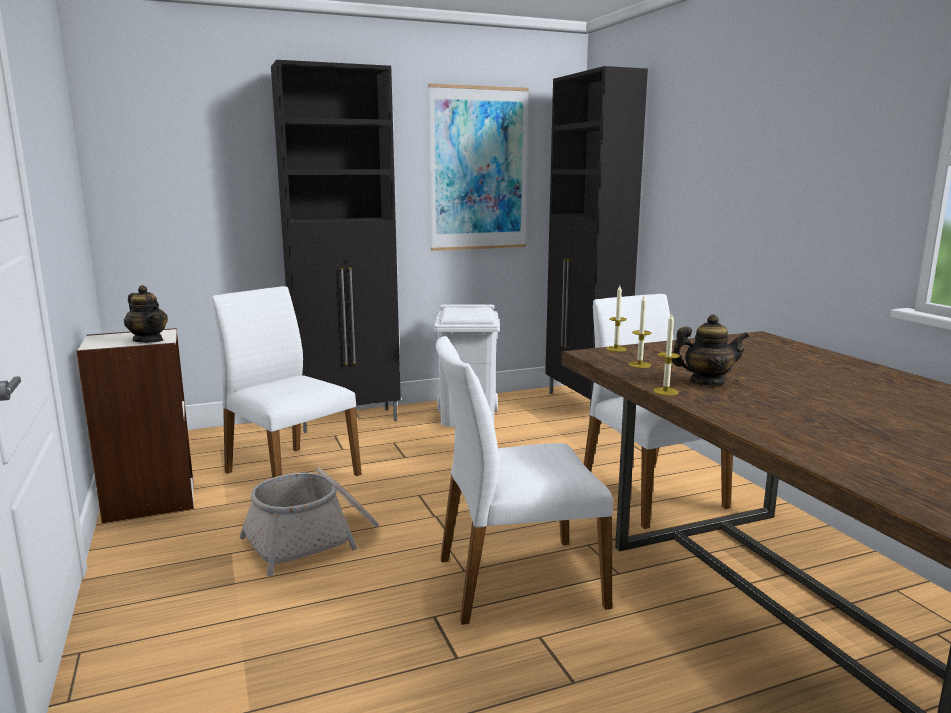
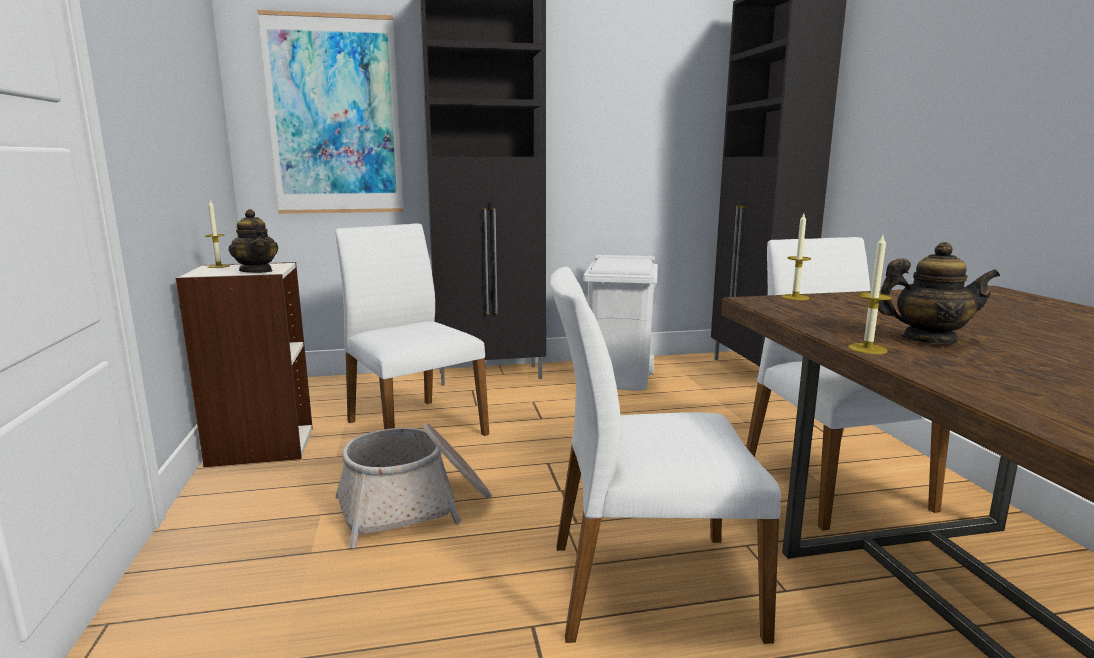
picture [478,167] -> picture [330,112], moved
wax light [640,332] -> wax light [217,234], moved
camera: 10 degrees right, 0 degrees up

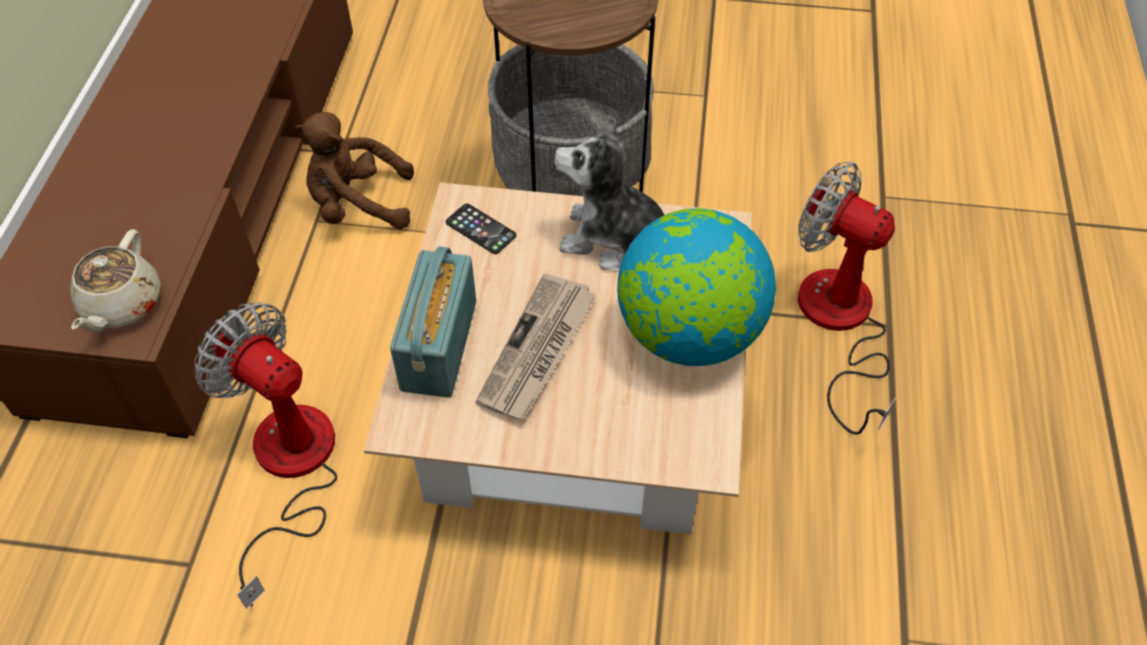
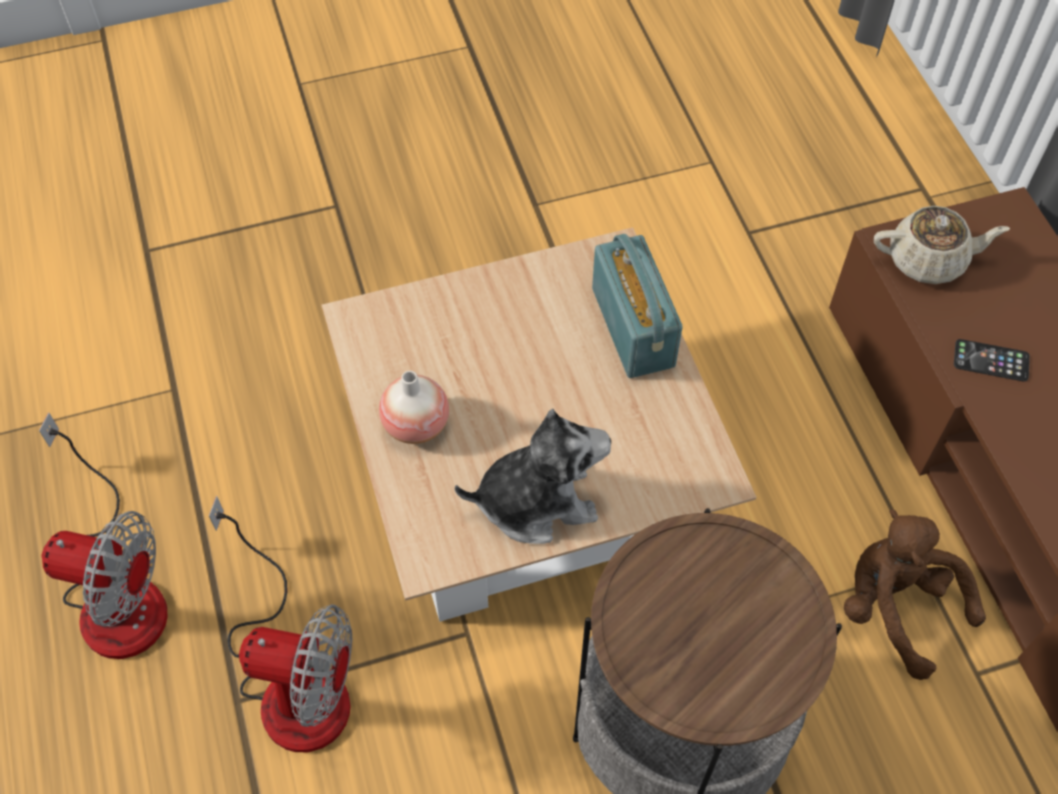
brown-coloured plush toy [354,170] -> brown-coloured plush toy [915,594], 105 degrees counterclockwise
telephone [481,229] -> telephone [992,360], moved
world globe [696,287] -> flower vase [414,407]
sand-coloured tea pot [115,280] -> sand-coloured tea pot [942,245], 105 degrees clockwise
printed paper [536,346] -> none
fan [265,456] -> fan [103,535], moved
camera: 155 degrees right, 5 degrees up

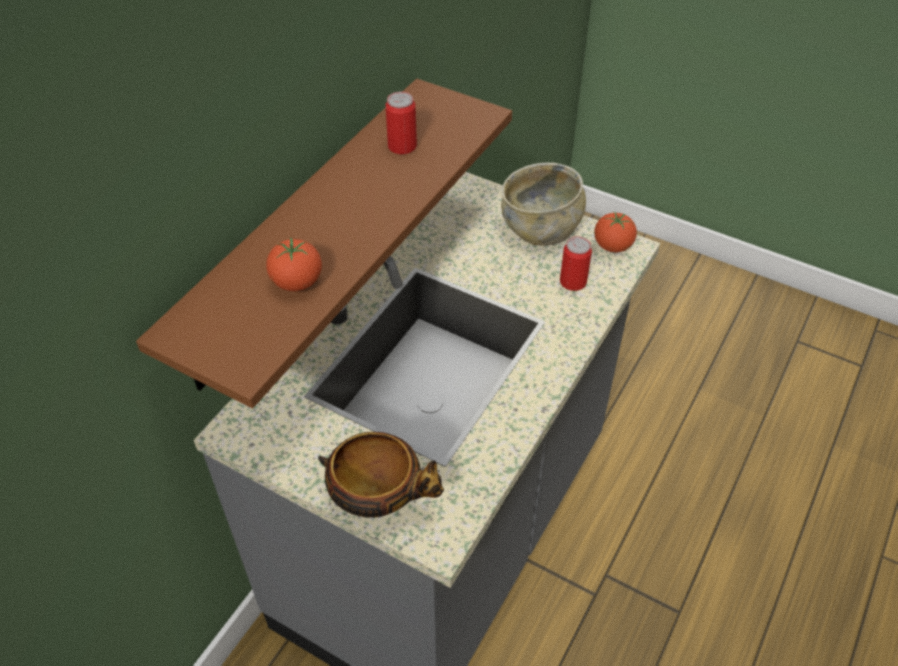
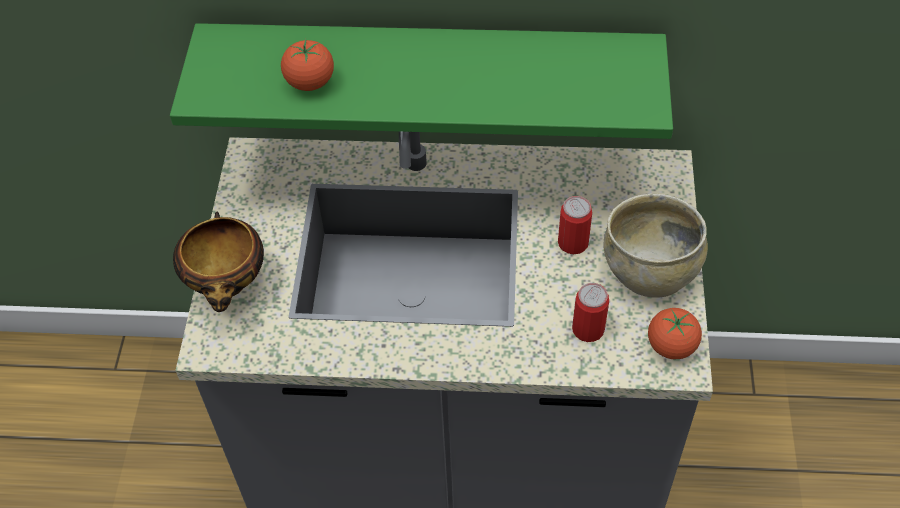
brown-coloured shelf [324,243] -> green-coloured shelf [421,81]
sealed can [401,123] -> sealed can [575,225], moved
camera: 65 degrees right, 5 degrees up

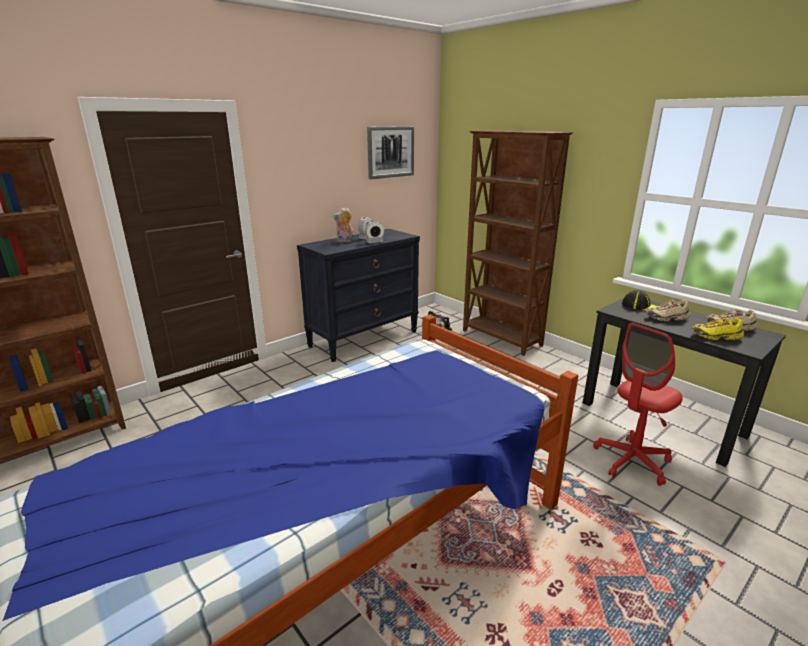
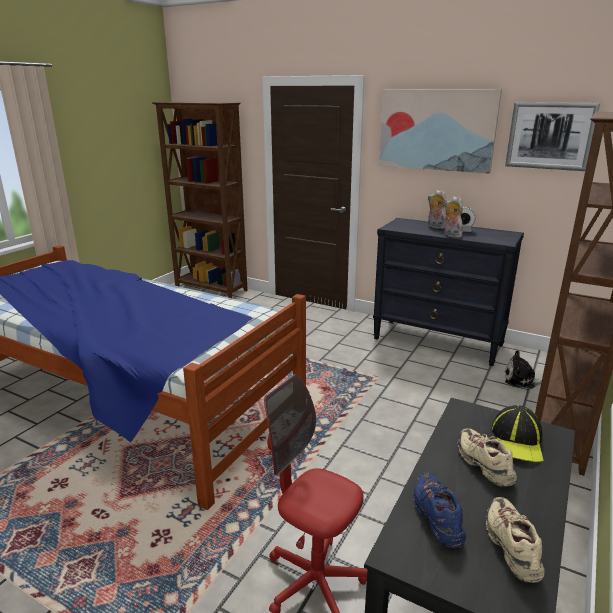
table clock [374,232] -> plush toy [453,217]
yellow item of footwear [718,329] -> blue-coloured item of footwear [439,510]
none -> picture [440,131]
camera: 70 degrees right, 0 degrees up

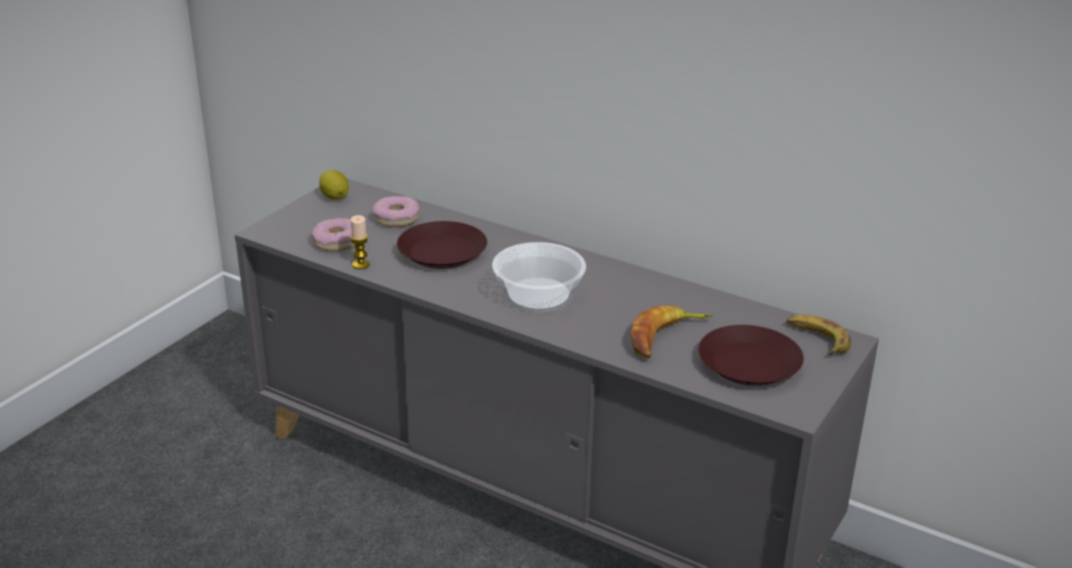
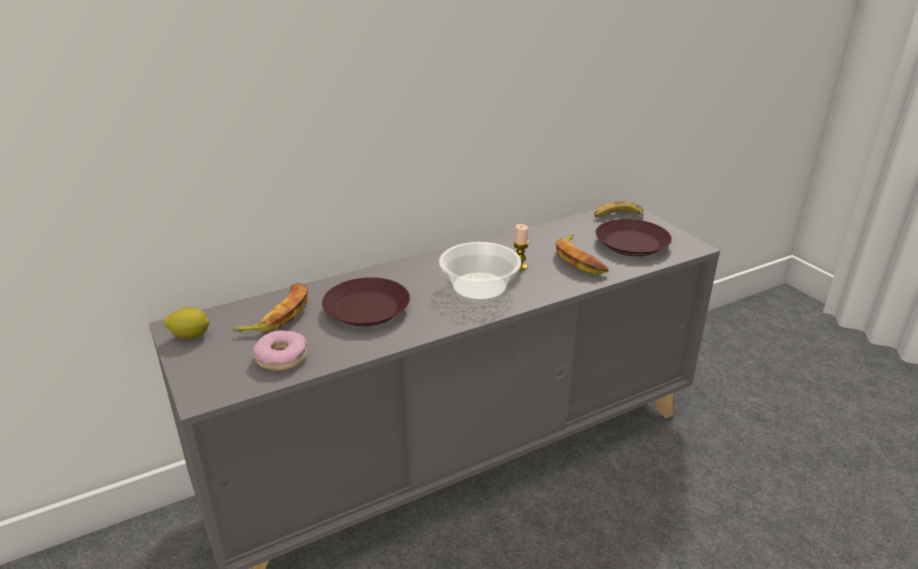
ring doughnut [396,211] -> banana [270,307]
wax light [360,242] -> wax light [521,247], moved
camera: 60 degrees left, 0 degrees up

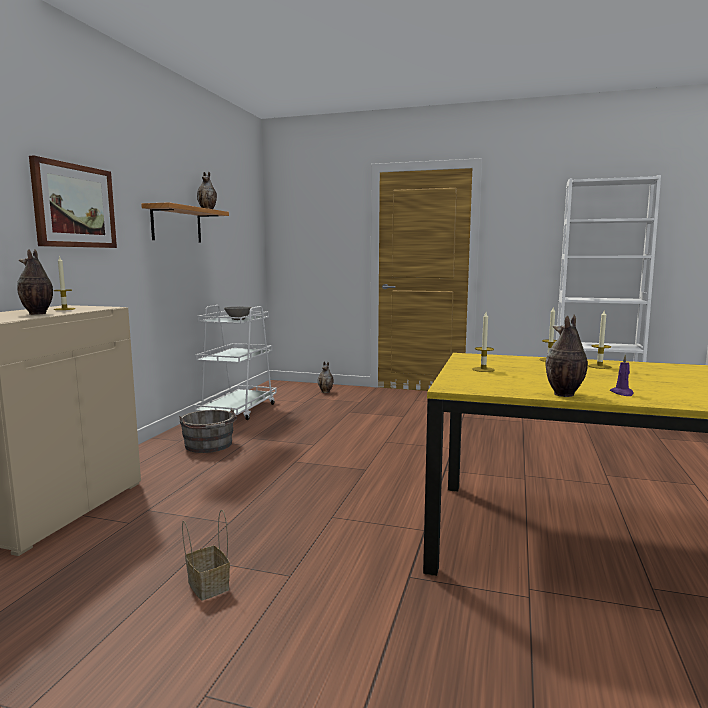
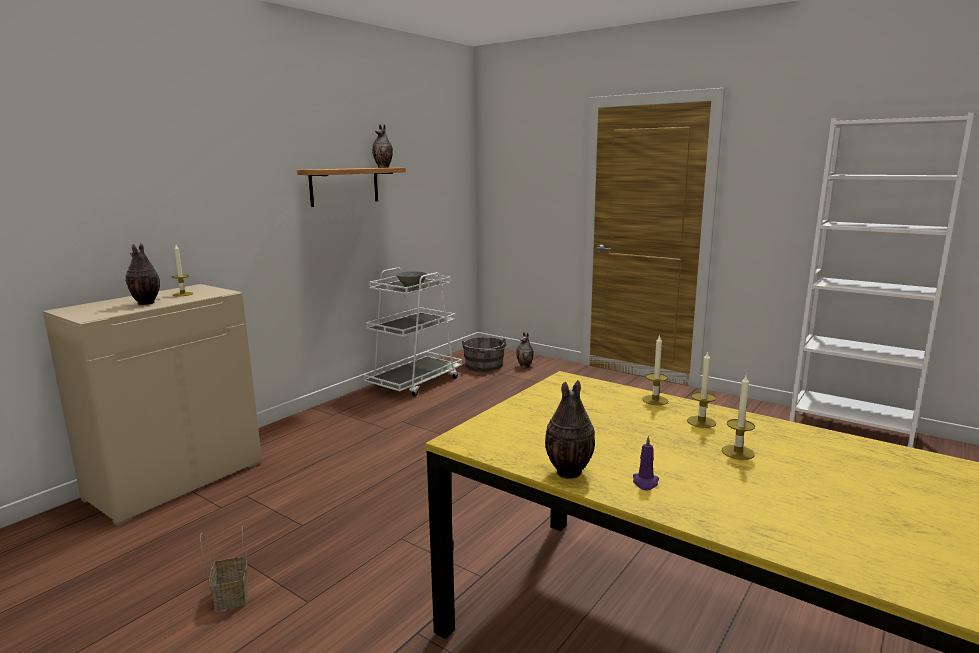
picture [73,201] -> none
wax light [483,342] -> wax light [738,417], moved
grey pail [208,430] -> grey pail [484,354], moved
camera: 20 degrees right, 5 degrees up

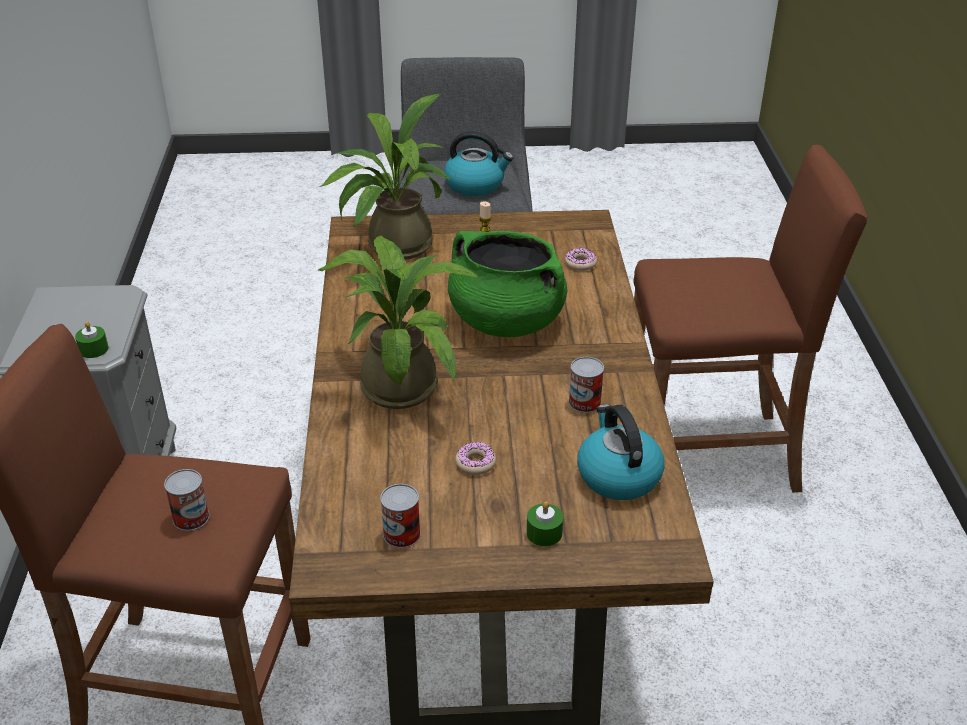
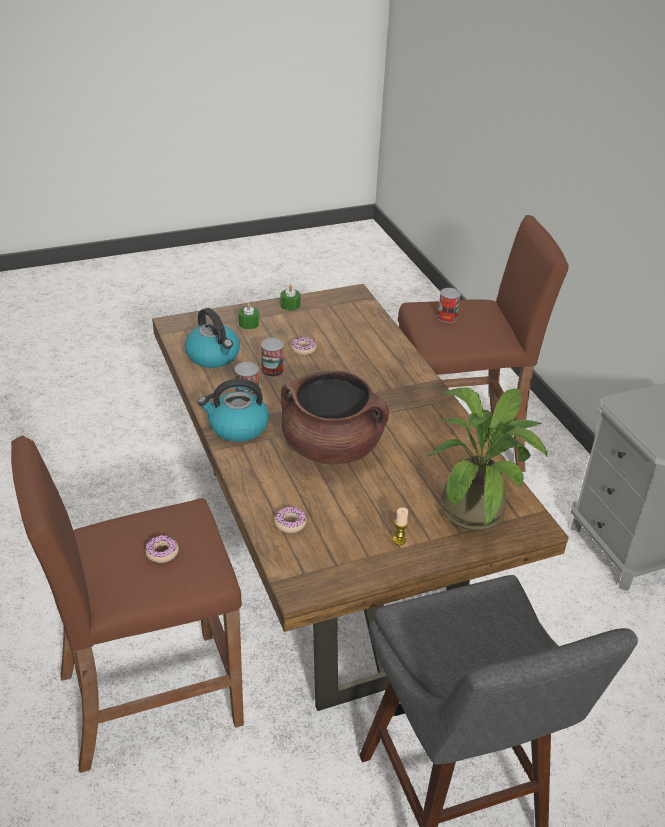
kettle [478,163] -> kettle [233,410], moved
green-coloured stockpot [507,284] -> brown-coloured stockpot [335,417]
plant in a pot [399,322] -> none
green-coloured wax light [92,339] -> green-coloured wax light [290,298], moved
sealed can [400,516] -> sealed can [272,357], moved
none -> ring doughnut [162,549]
camera: 160 degrees right, 0 degrees up

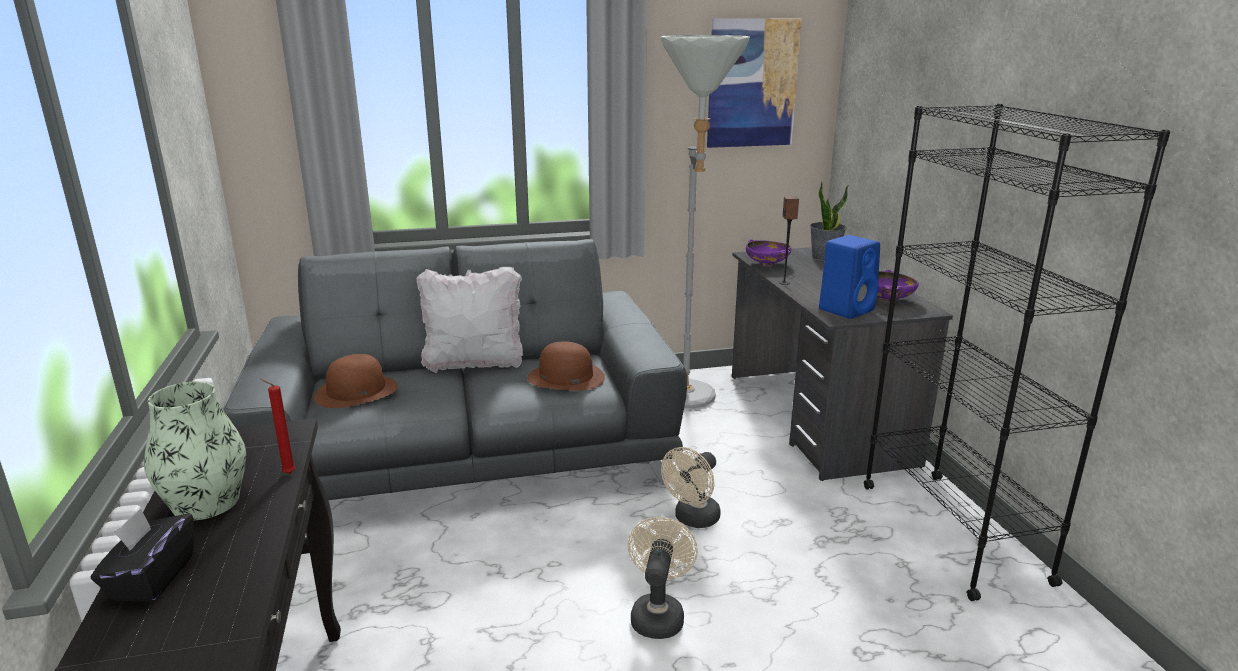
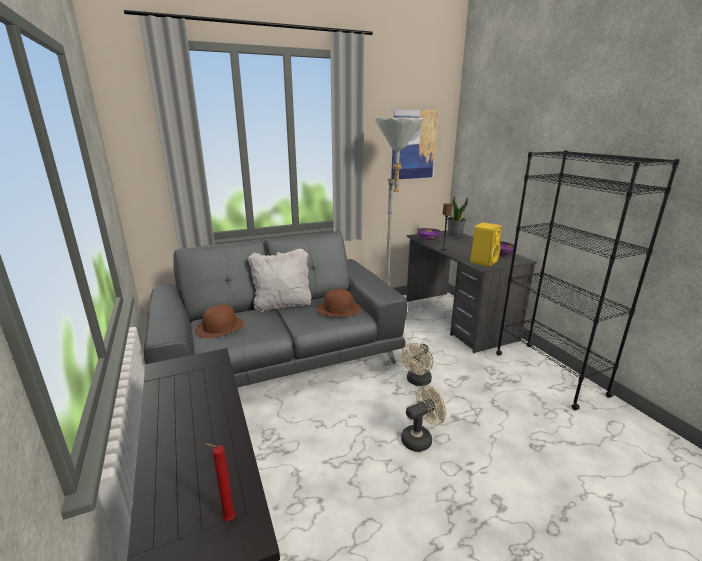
blue-coloured loudspeaker [849,277] -> yellow loudspeaker [486,244]
reddish wax light [278,426] -> reddish wax light [220,482], moved
flower vase [195,451] -> none
black tissue holder [142,555] -> none
sand-coloured fan [663,578] -> sand-coloured fan [423,418], 60 degrees clockwise
camera: 10 degrees left, 0 degrees up

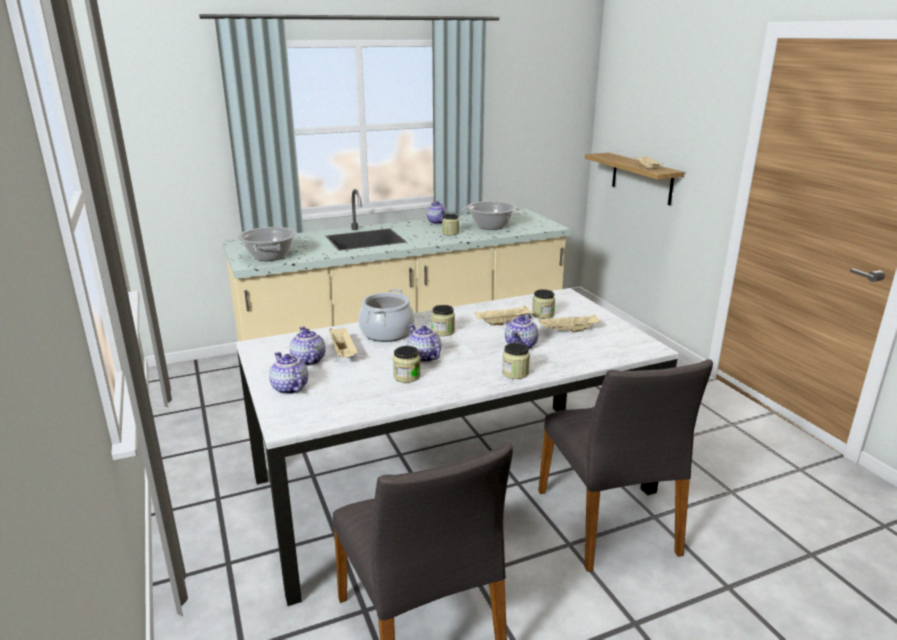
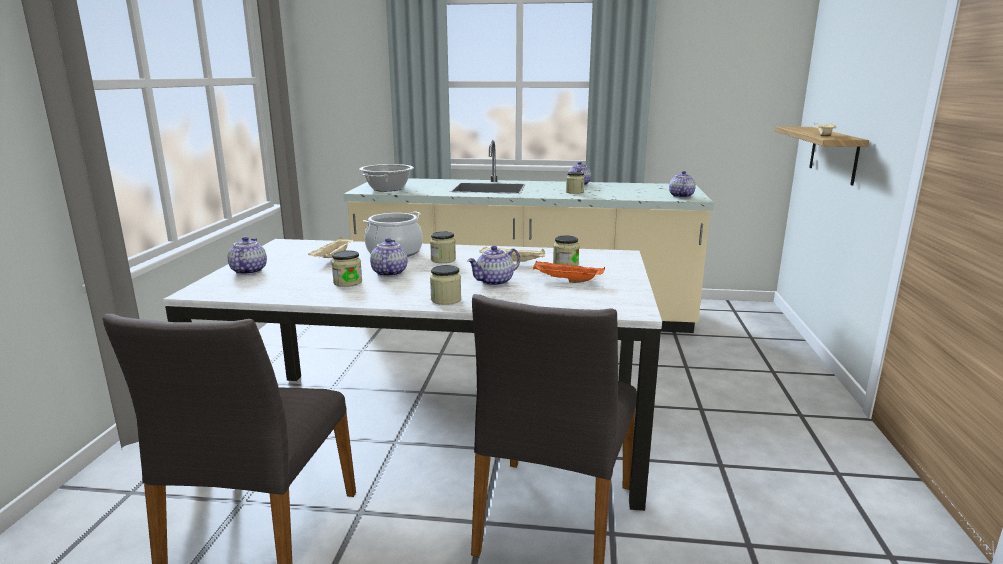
stockpot [491,215] -> none
sand-coloured serving tray [569,323] -> orange serving tray [569,272]
tea pot [308,346] -> tea pot [682,184], moved
camera: 30 degrees right, 5 degrees down

